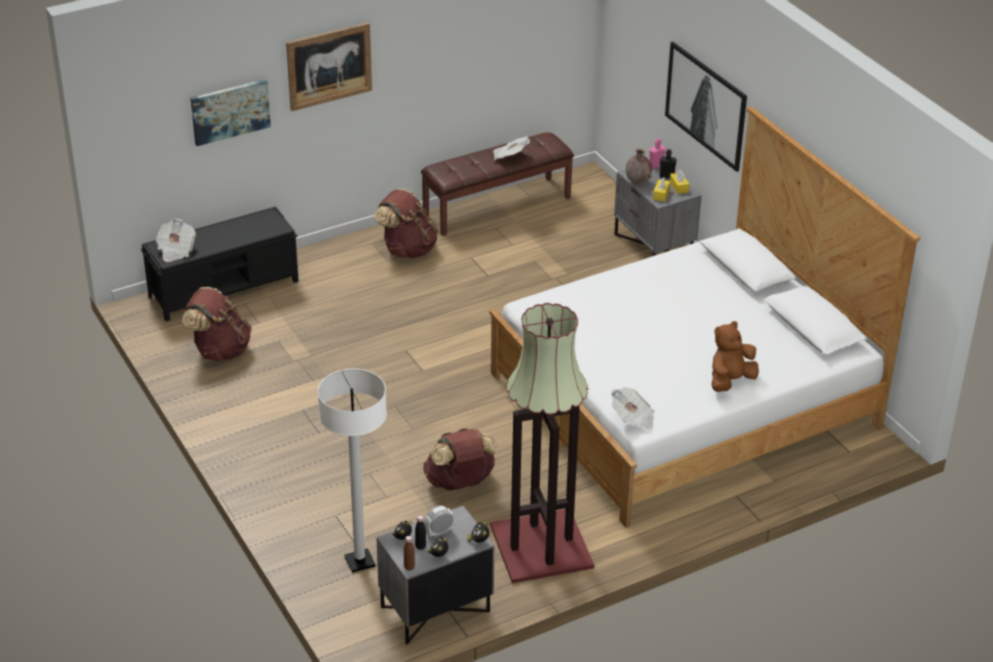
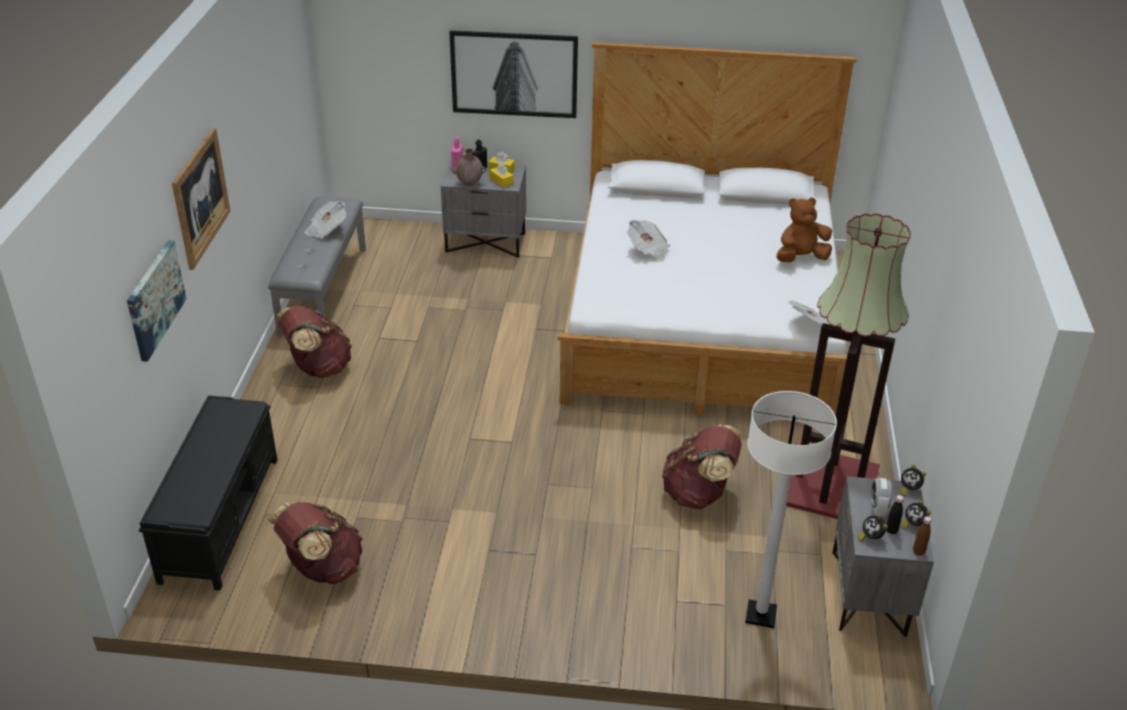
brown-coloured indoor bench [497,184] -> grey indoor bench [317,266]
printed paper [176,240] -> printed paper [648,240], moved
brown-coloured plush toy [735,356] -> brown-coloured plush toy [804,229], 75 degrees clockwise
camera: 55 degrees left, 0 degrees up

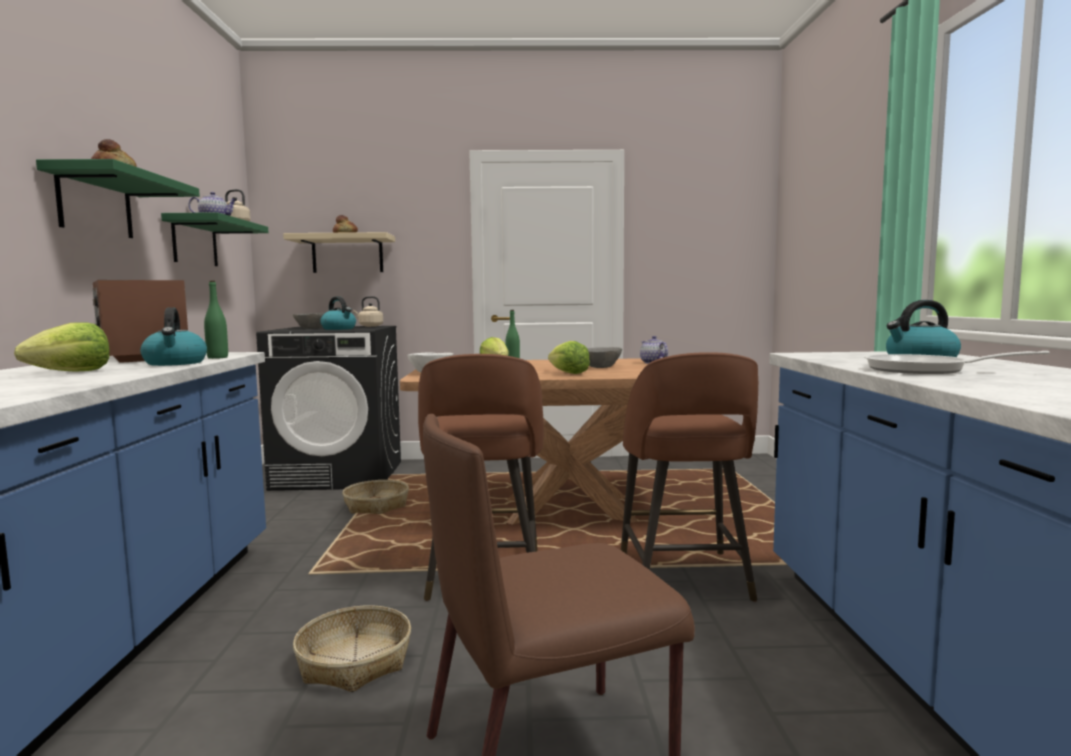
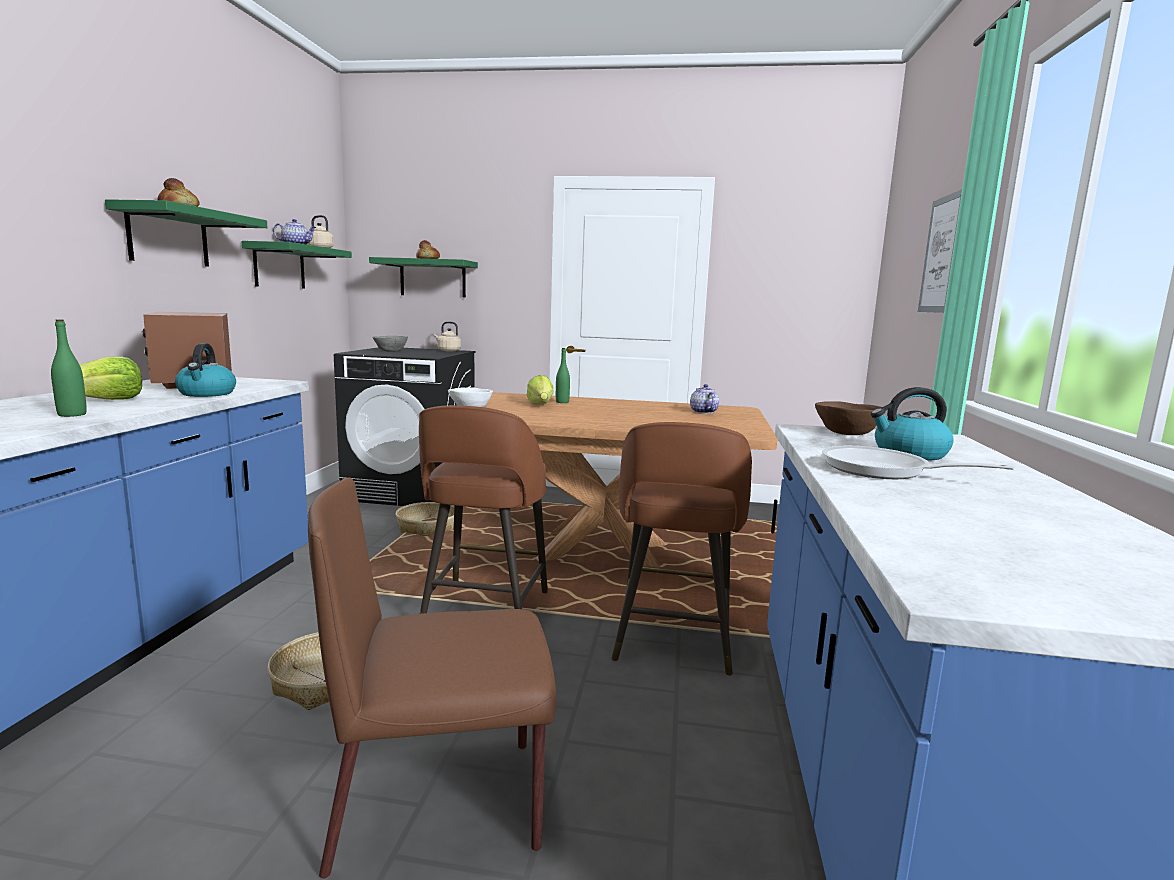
sand-coloured shelf [339,252] -> green-coloured shelf [423,277]
green-coloured beverage bottle [216,320] -> green-coloured beverage bottle [69,368], moved
kettle [338,313] -> none
lettuce head [569,357] -> none
grey deep dish [604,357] -> none
none -> picture [940,251]
none -> brown-coloured deep dish [850,418]
camera: 10 degrees right, 5 degrees up

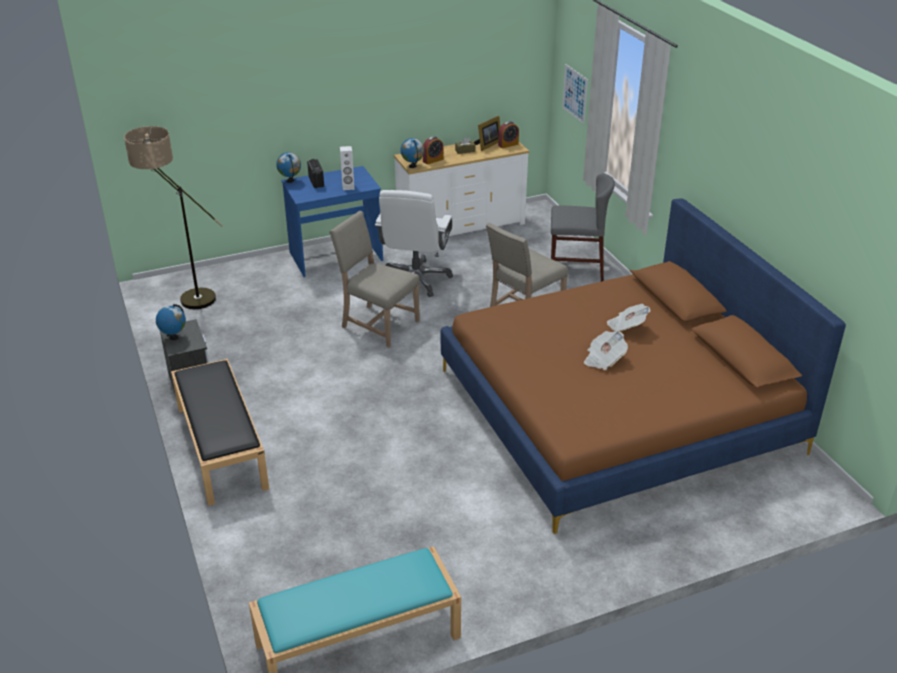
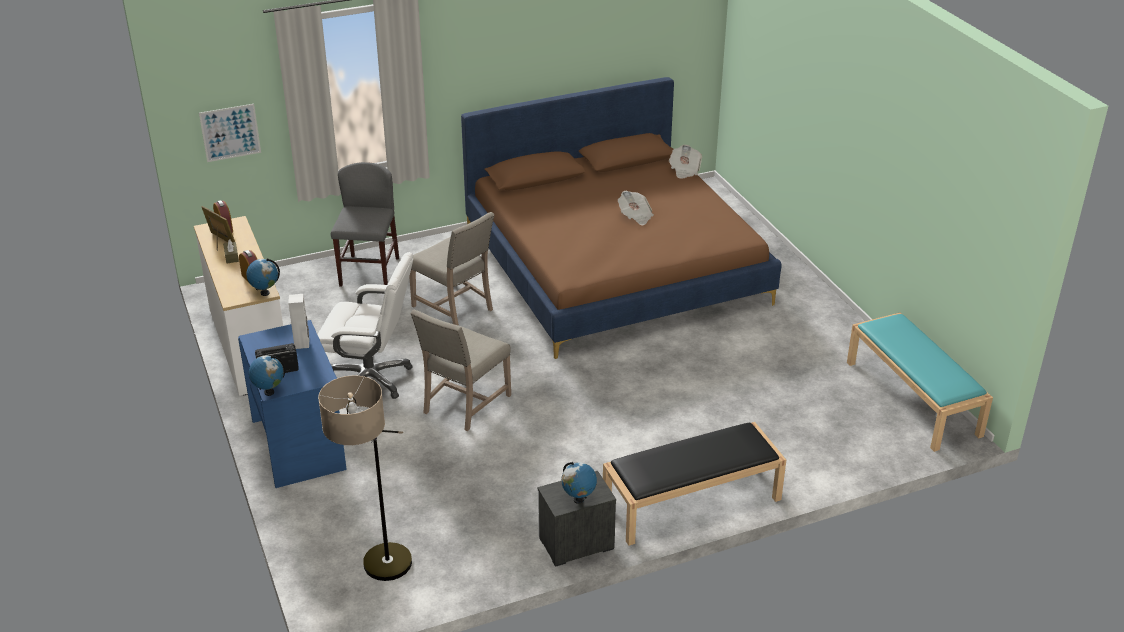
printed paper [629,318] -> printed paper [685,162], moved
camera: 90 degrees left, 0 degrees up

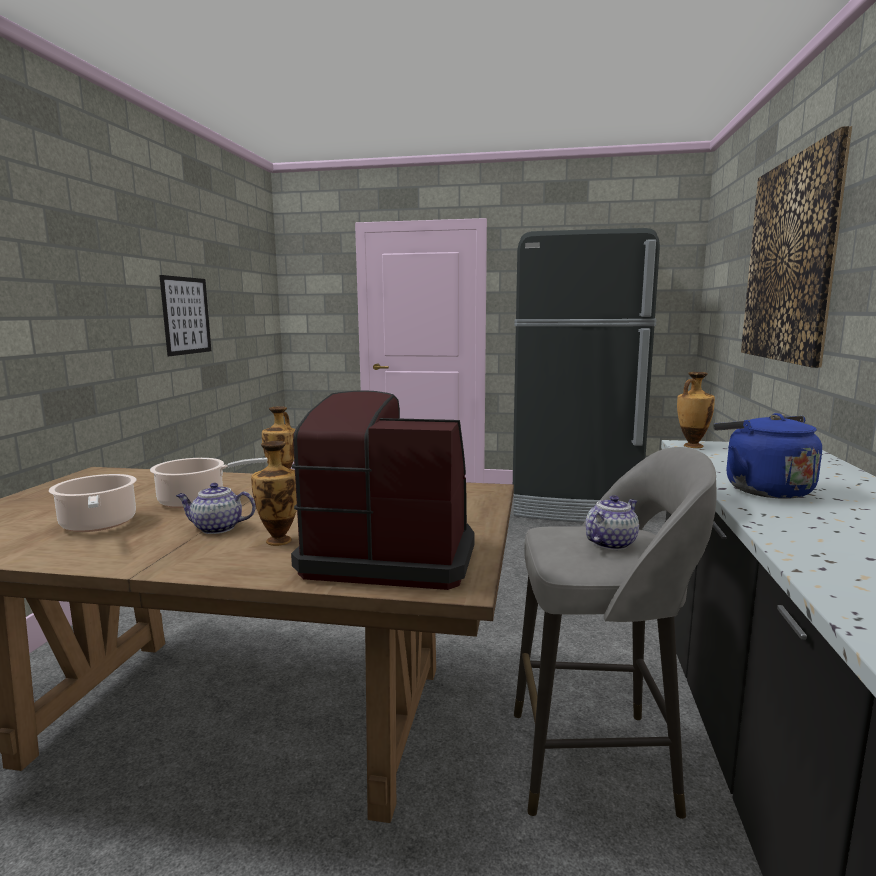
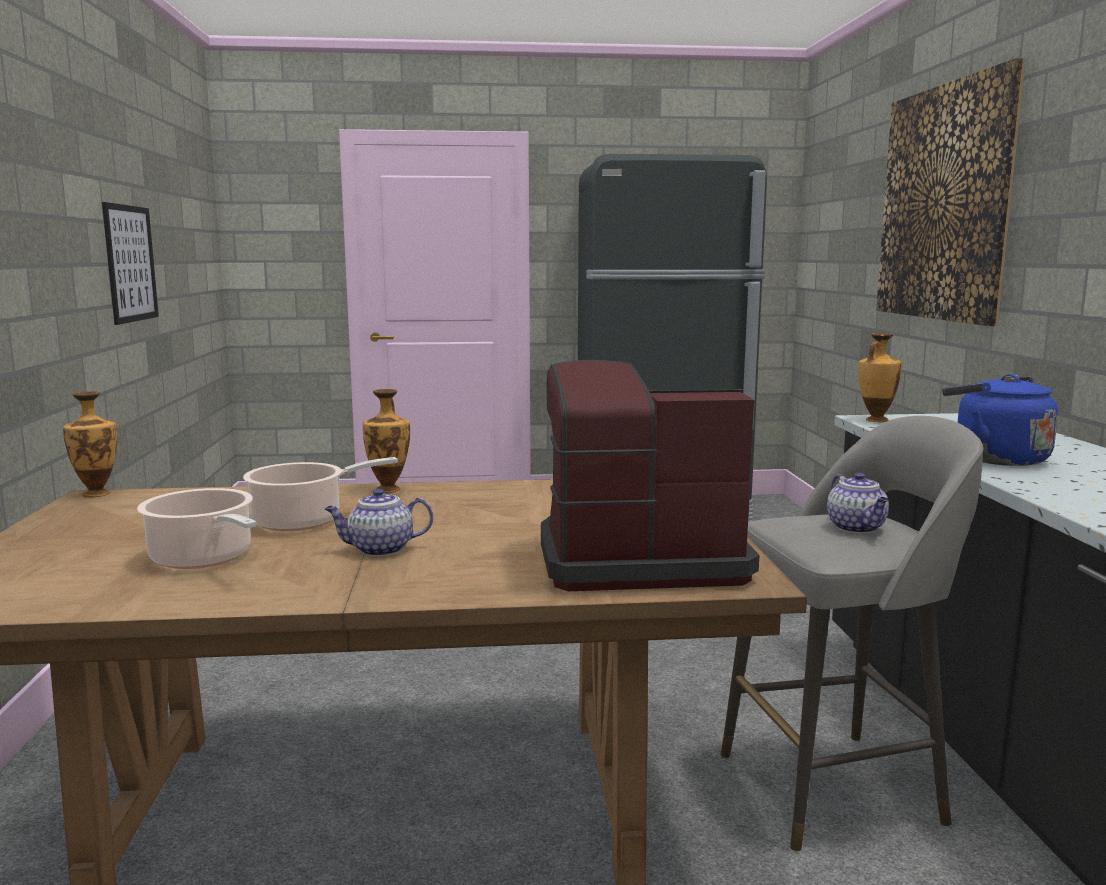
flower vase [274,493] -> flower vase [90,444], moved
tea pot [612,522] -> tea pot [858,503], 135 degrees clockwise
camera: 15 degrees left, 0 degrees up

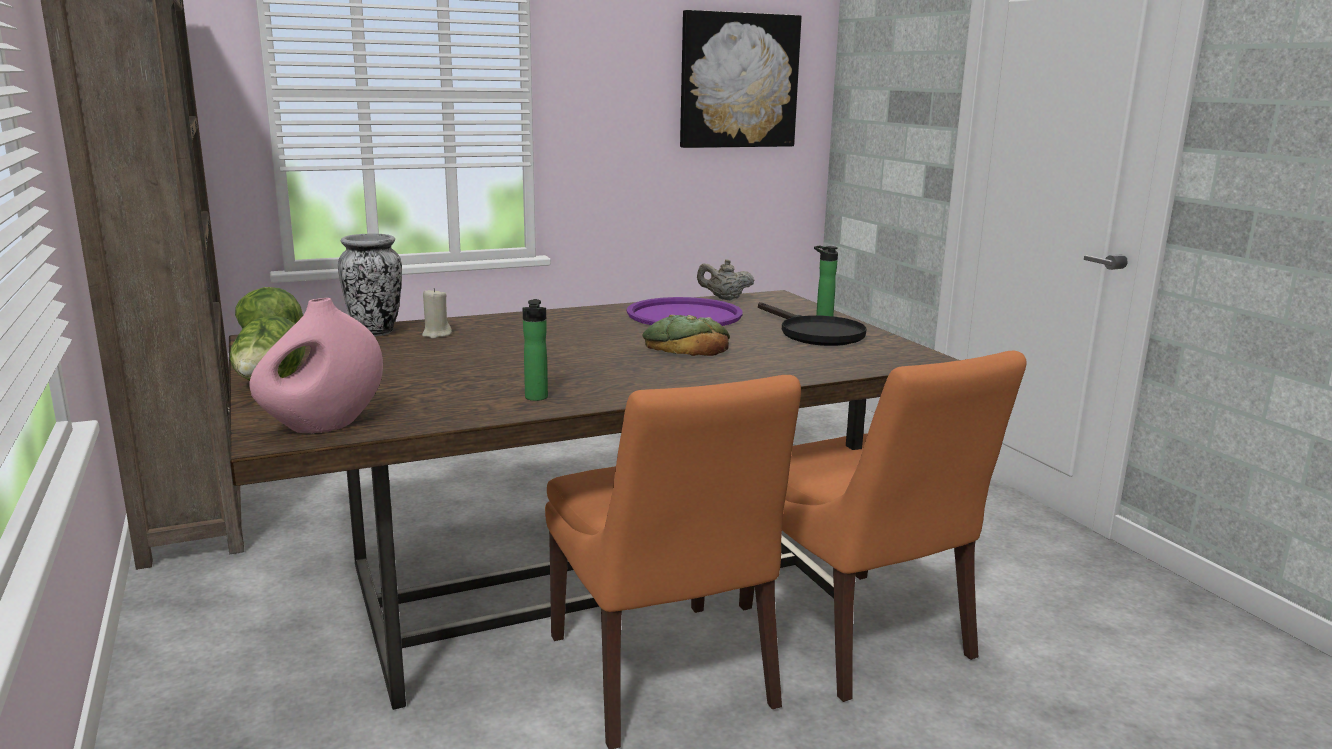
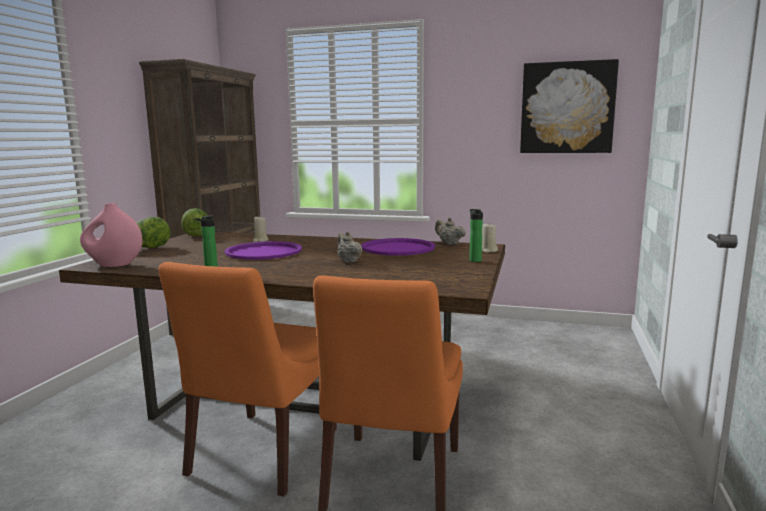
flower vase [370,285] -> none
black pan [812,324] -> none
baked bread [686,335] -> sand-coloured tea pot [350,247]
none -> sand-coloured wax light [490,238]
none -> purple-coloured serving tray [263,250]
camera: 40 degrees right, 5 degrees down

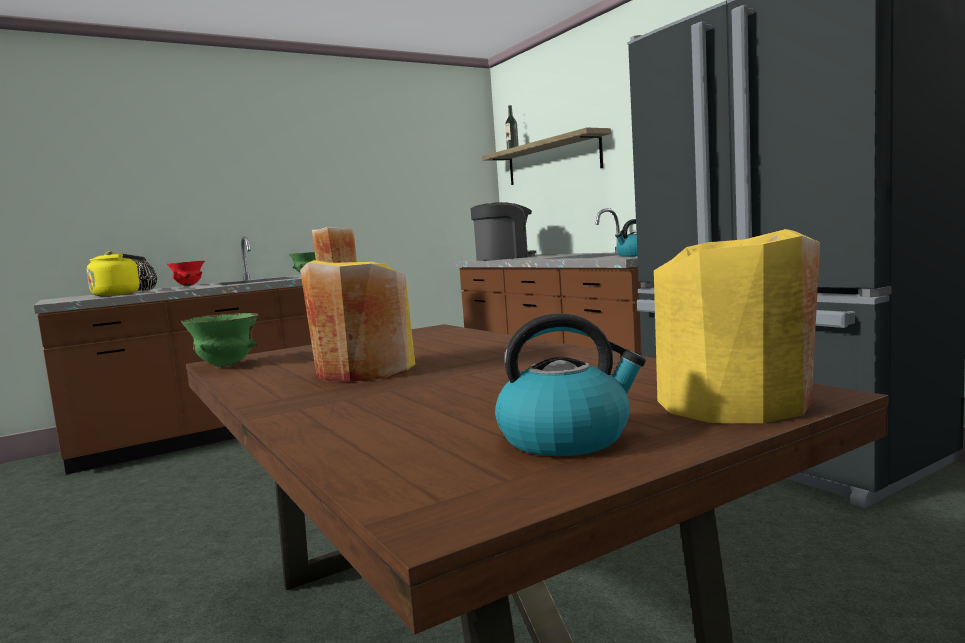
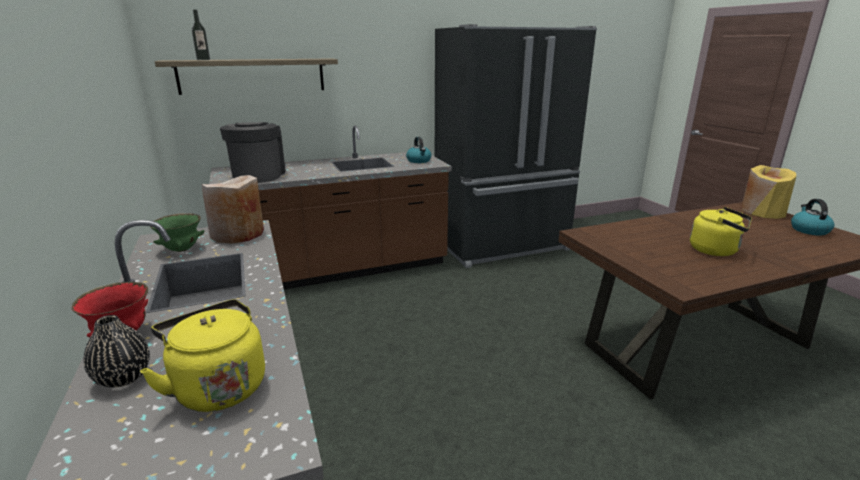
yellow flower vase [357,321] -> yellow kettle [721,231]
green-coloured deep dish [220,340] -> none
camera: 80 degrees left, 15 degrees up

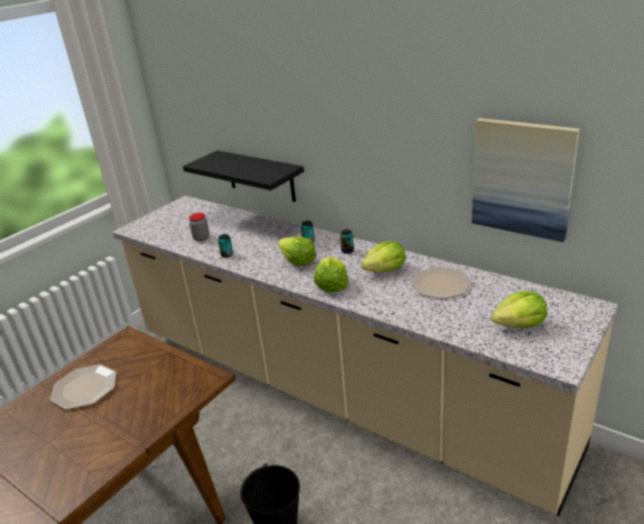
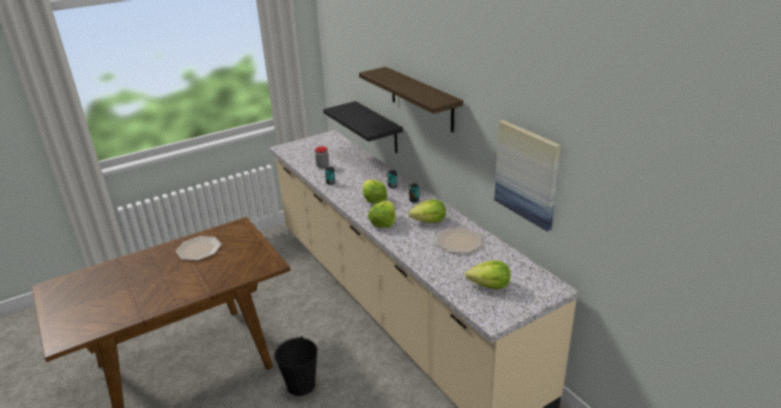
none -> shelf [411,99]
camera: 20 degrees right, 0 degrees up

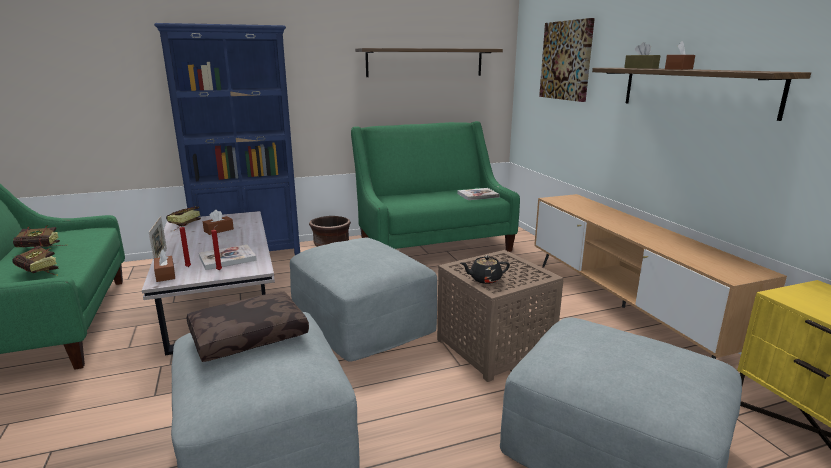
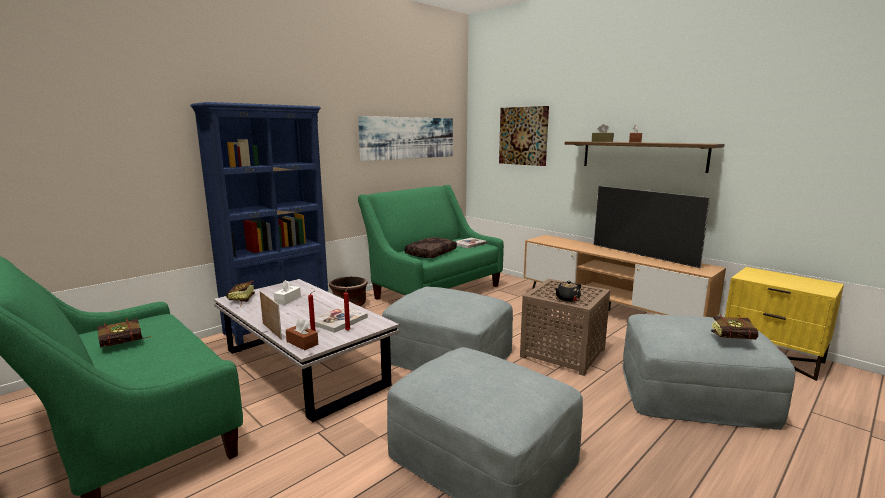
shelf [429,62] -> picture [405,138]
brown-coloured tissue holder [218,222] -> white tissue holder [287,292]
bound book [35,260] -> bound book [734,327], moved
brown-coloured cushion [247,326] -> brown-coloured cushion [431,247], moved
none -> TV set [652,227]
camera: 25 degrees left, 5 degrees down

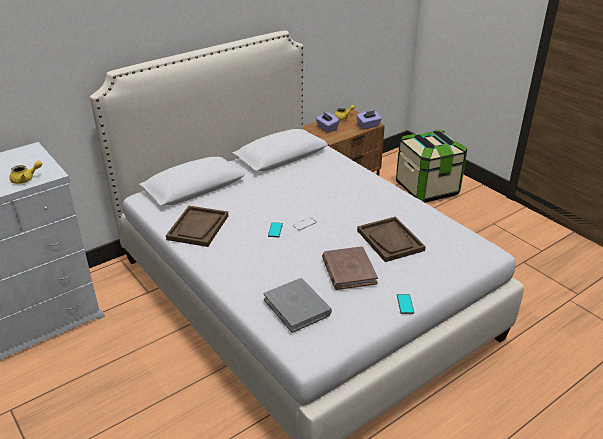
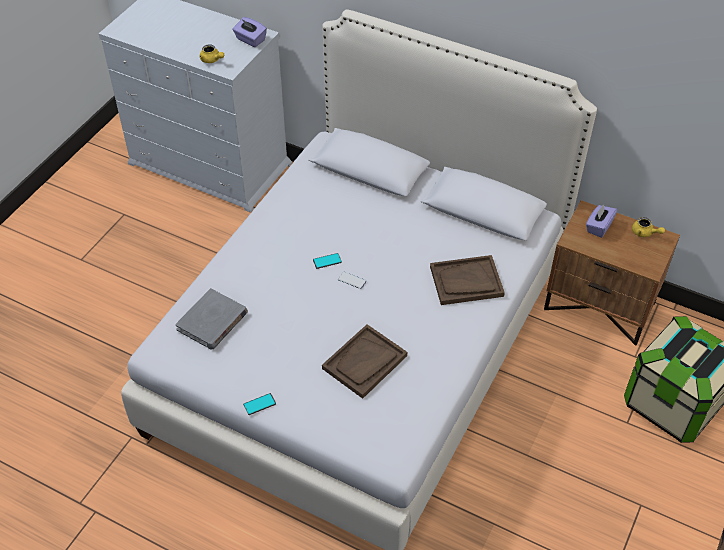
purple-coloured tissue holder [369,119] -> purple-coloured tissue holder [250,32], moved
brown-coloured serving tray [197,226] -> brown-coloured serving tray [467,280], moved
brown-coloured bound book [350,268] -> none
camera: 65 degrees right, 15 degrees up

